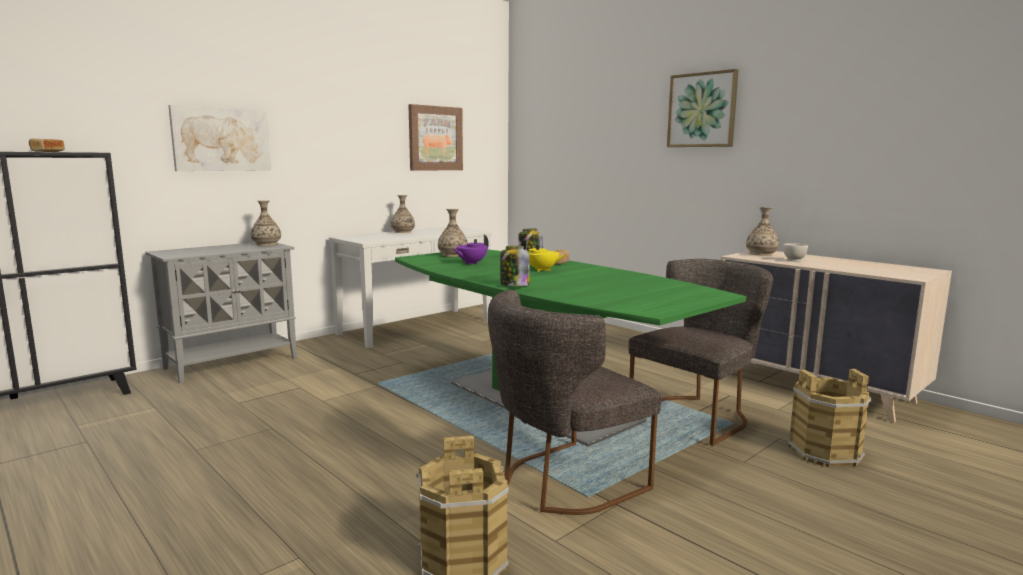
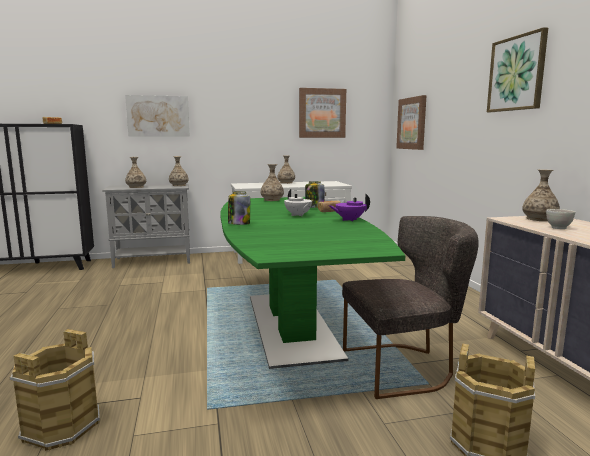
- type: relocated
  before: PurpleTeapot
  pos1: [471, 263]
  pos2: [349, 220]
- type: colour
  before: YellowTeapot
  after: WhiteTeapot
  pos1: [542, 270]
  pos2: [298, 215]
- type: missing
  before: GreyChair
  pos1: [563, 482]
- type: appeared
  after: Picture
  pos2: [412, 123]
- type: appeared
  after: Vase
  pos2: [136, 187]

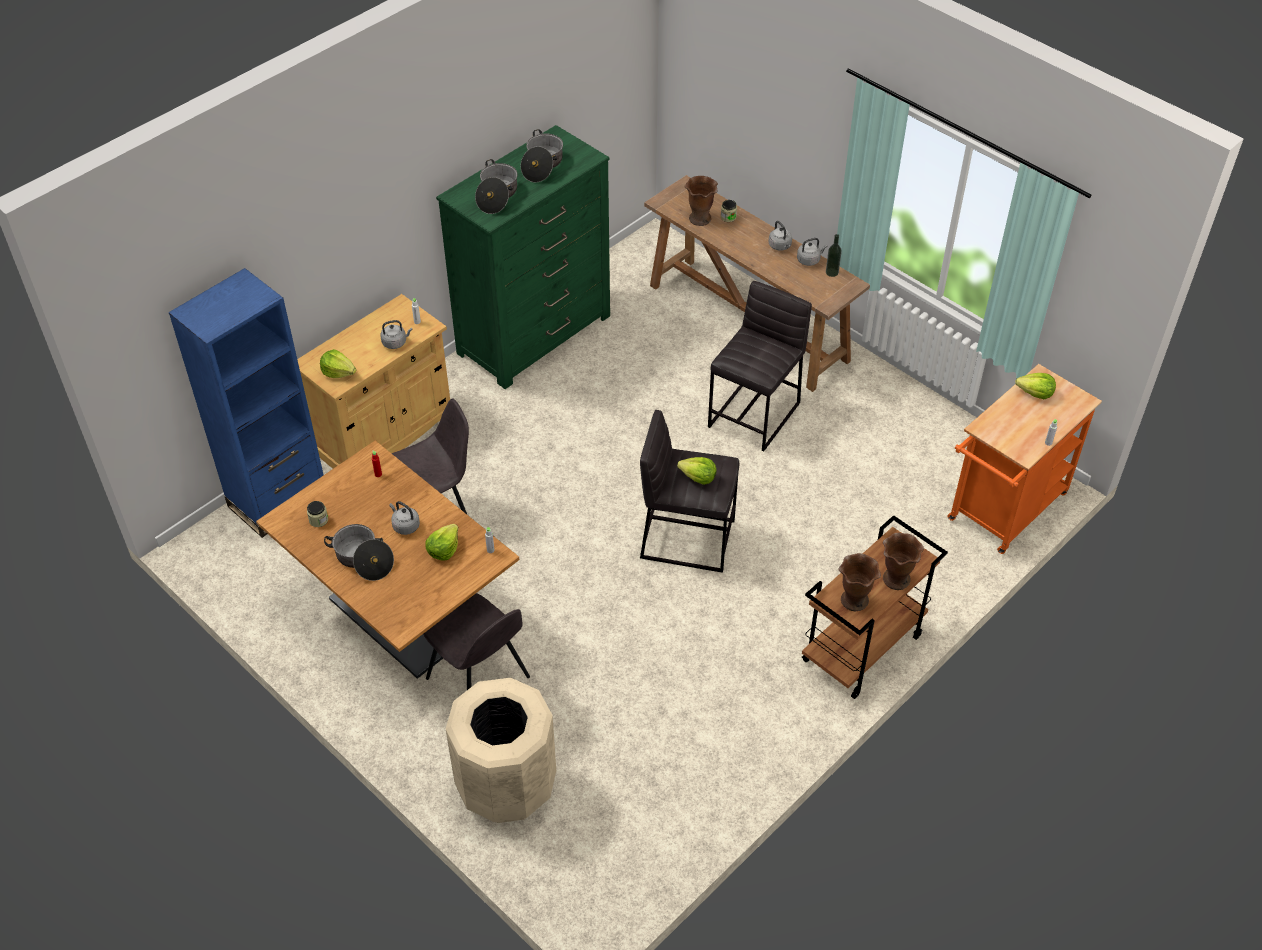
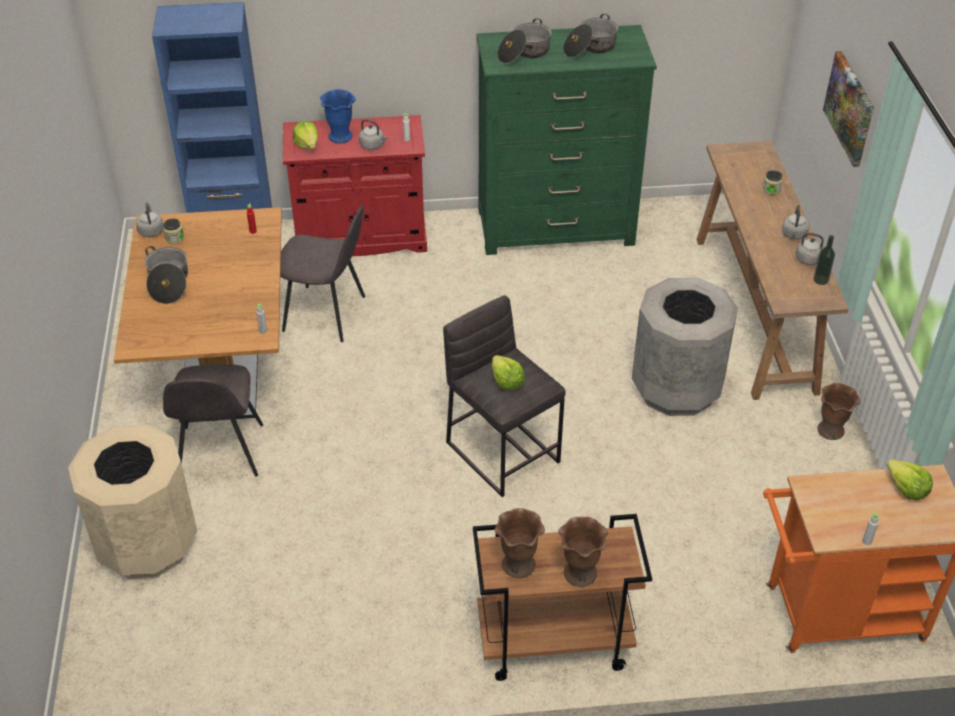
- type: relocated
  before: BrownVase
  pos1: [700, 218]
  pos2: [831, 430]
- type: exchanged
  before: GreyStool
  after: GreyTrashCan
  pos1: [755, 414]
  pos2: [677, 389]
- type: colour
  before: BeigeCabinet
  after: RedCabinet
  pos1: [384, 432]
  pos2: [361, 237]
- type: relocated
  before: GreyKettle
  pos1: [405, 526]
  pos2: [151, 230]
- type: missing
  before: Lettuce
  pos1: [443, 549]
- type: appeared
  after: Picture
  pos2: [850, 108]
- type: appeared
  after: BlueVase
  pos2: [340, 137]

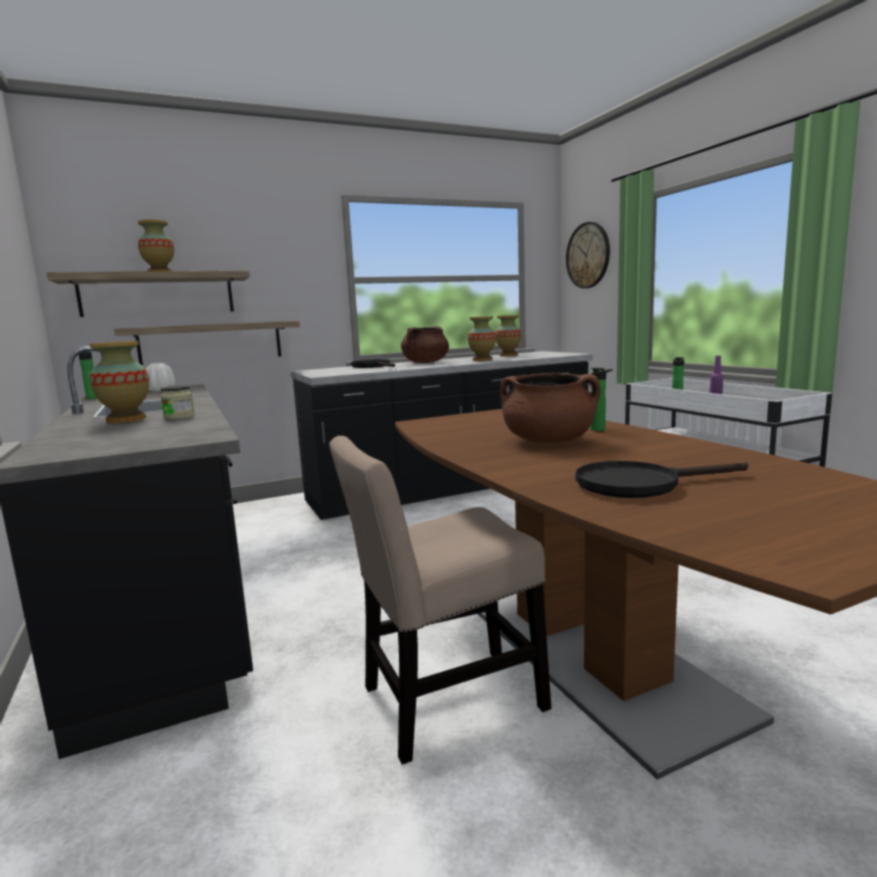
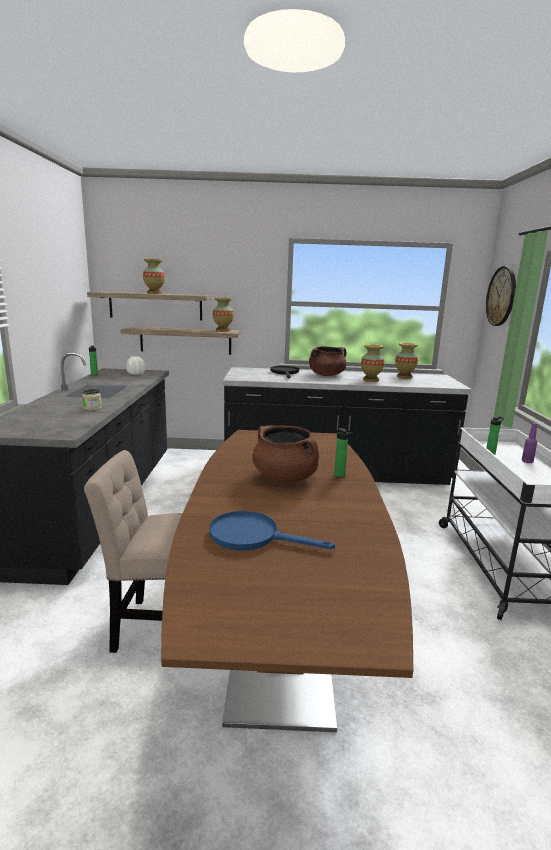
- type: relocated
  before: Vase
  pos1: [126, 420]
  pos2: [223, 330]
- type: colour
  before: BlackFryingPan
  after: BlueFryingPan
  pos1: [639, 484]
  pos2: [253, 536]

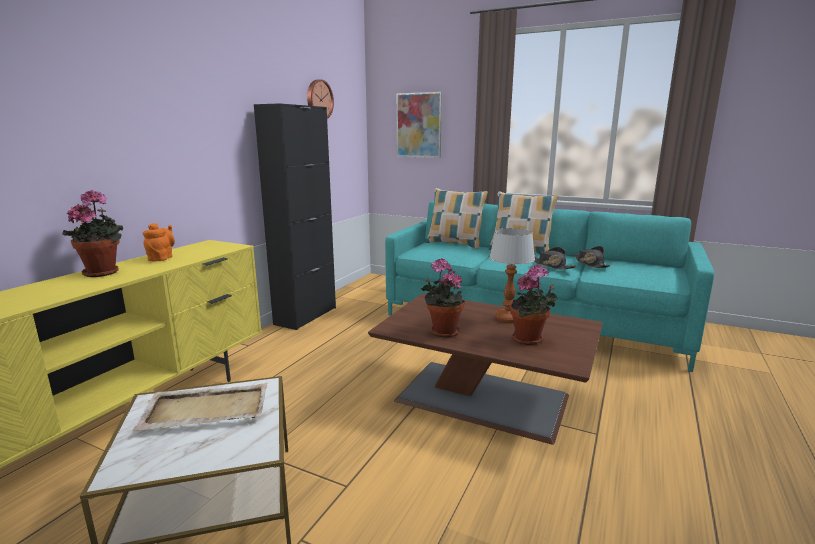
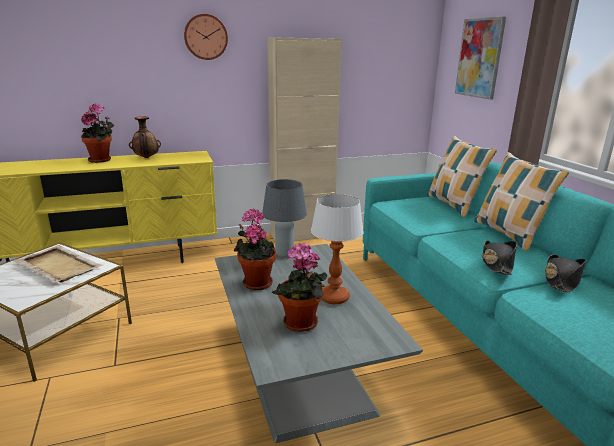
- type: relocated
  before: WallClock
  pos1: [318, 100]
  pos2: [205, 37]
- type: colour
  before: BlackCabinet
  after: BeigeCabinet
  pos1: [305, 316]
  pos2: [302, 235]
- type: exchanged
  before: OrangeTeapot
  after: Vase
  pos1: [162, 258]
  pos2: [146, 158]
- type: colour
  before: BrownCoffeeTable
  after: GreyCoffeeTable
  pos1: [485, 398]
  pos2: [301, 369]
- type: appeared
  after: GreyTableLamp
  pos2: [285, 254]

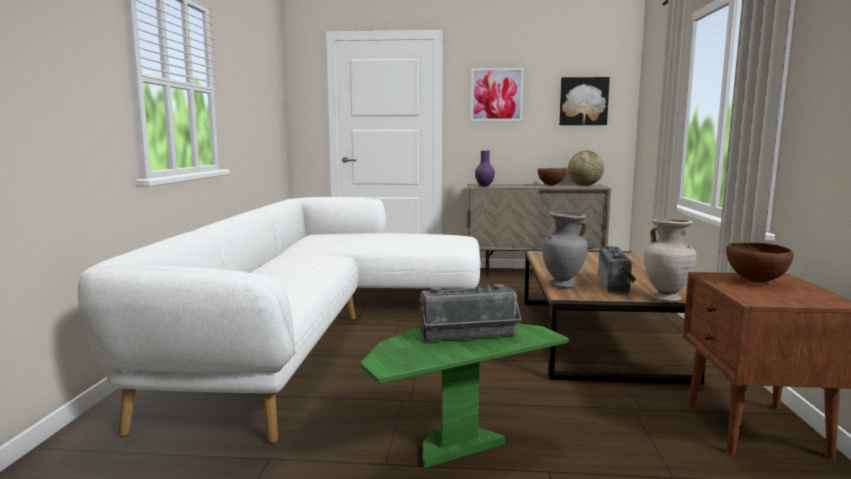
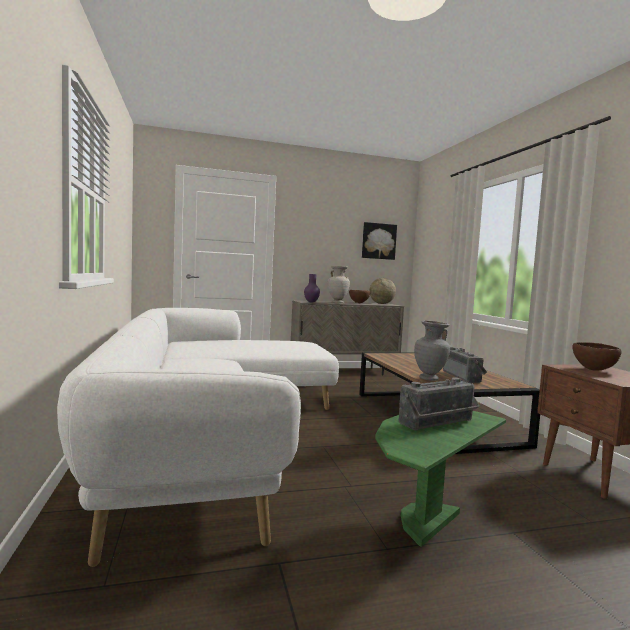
- type: missing
  before: Picture
  pos1: [496, 95]
- type: relocated
  before: BeigeVase
  pos1: [666, 299]
  pos2: [337, 303]

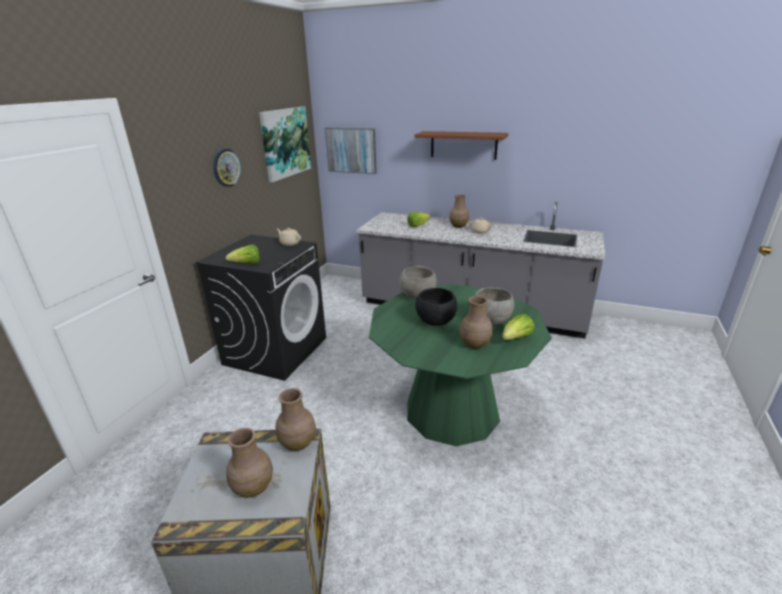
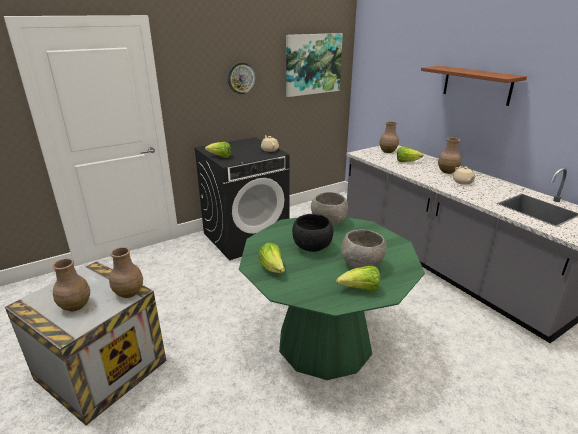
- type: missing
  before: Picture
  pos1: [351, 150]
- type: relocated
  before: BrownVase
  pos1: [474, 344]
  pos2: [387, 151]
- type: appeared
  after: Lettuce
  pos2: [273, 268]

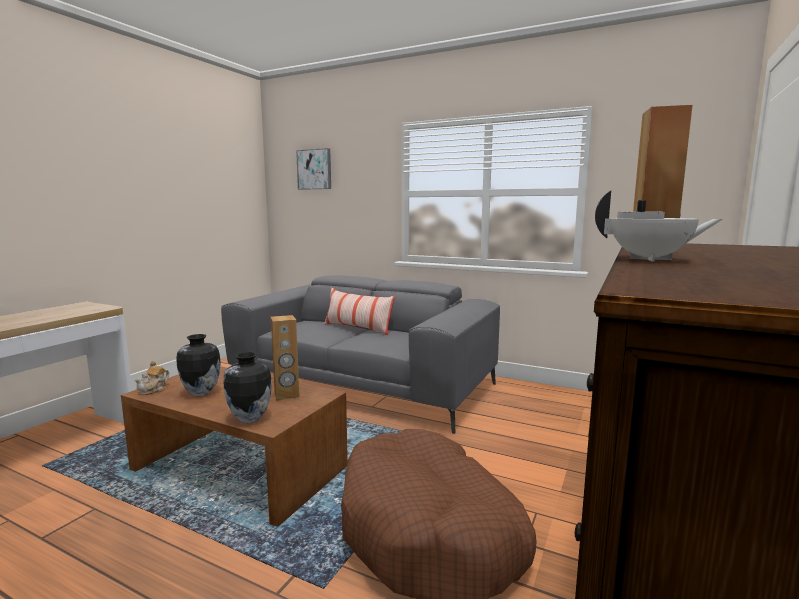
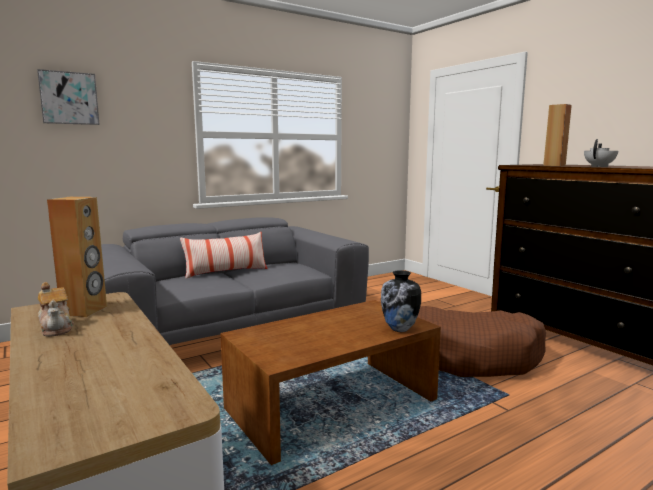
- type: relocated
  before: BrownSpeaker
  pos1: [287, 395]
  pos2: [84, 311]
- type: missing
  before: Vase
  pos1: [200, 393]
- type: relocated
  before: Teapot
  pos1: [154, 390]
  pos2: [57, 328]

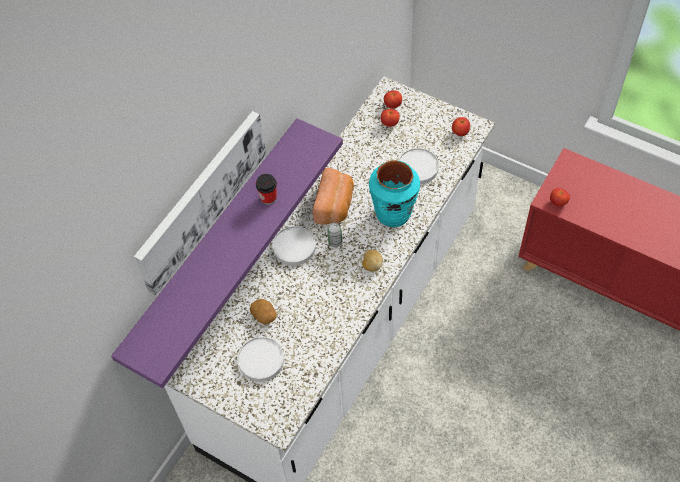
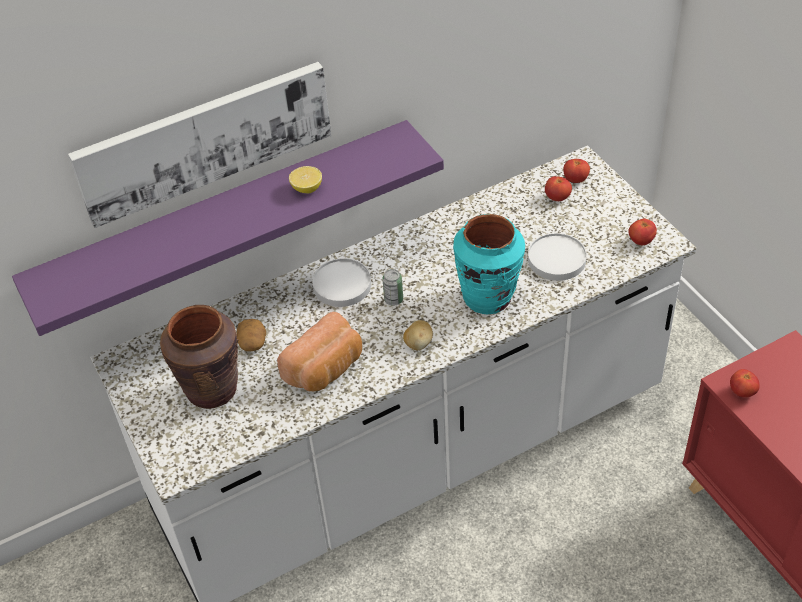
- type: relocated
  before: Bread
  pos1: [335, 205]
  pos2: [326, 369]
- type: exchanged
  before: Cup
  after: Lemon
  pos1: [268, 198]
  pos2: [307, 188]
- type: exchanged
  before: WhitePlate
  after: BrownVase
  pos1: [261, 360]
  pos2: [212, 389]

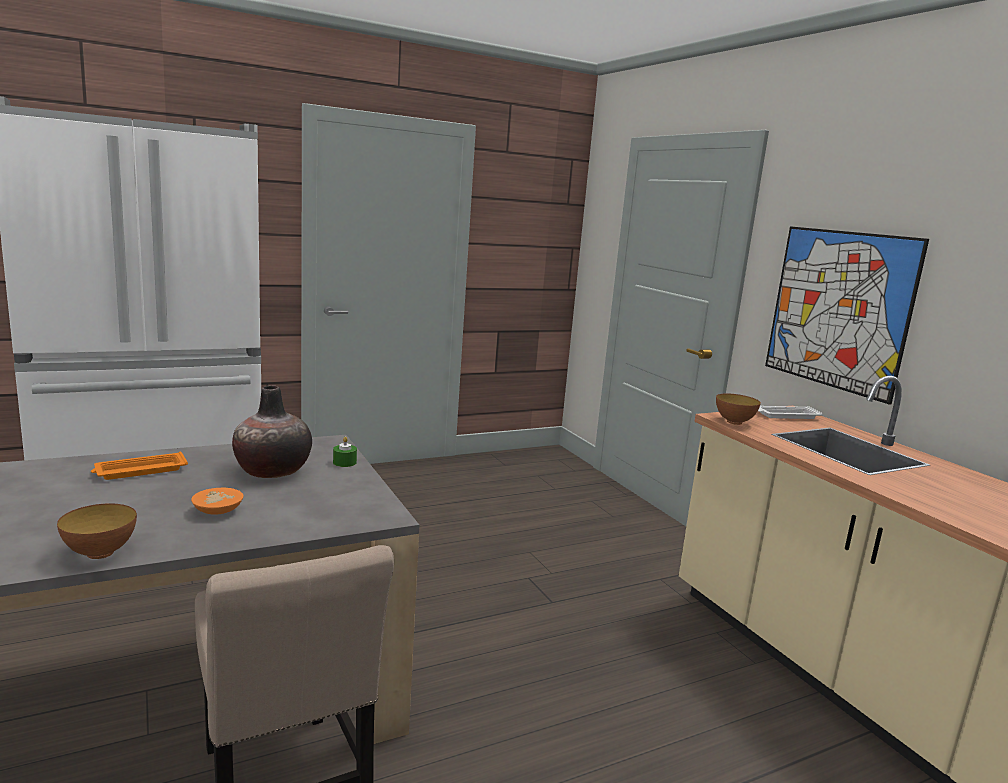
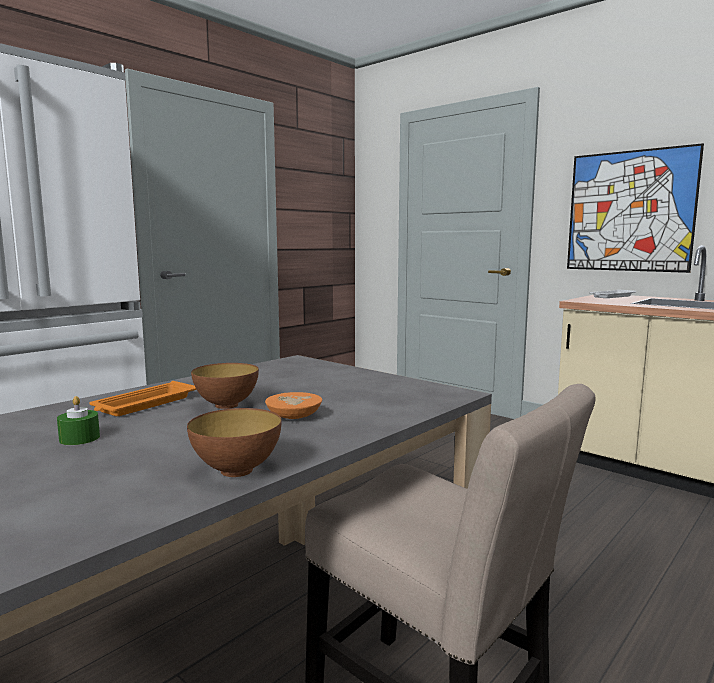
- type: missing
  before: Vase
  pos1: [272, 470]
- type: relocated
  before: Bowl
  pos1: [734, 422]
  pos2: [226, 405]
- type: relocated
  before: GreenCandle
  pos1: [344, 462]
  pos2: [79, 438]

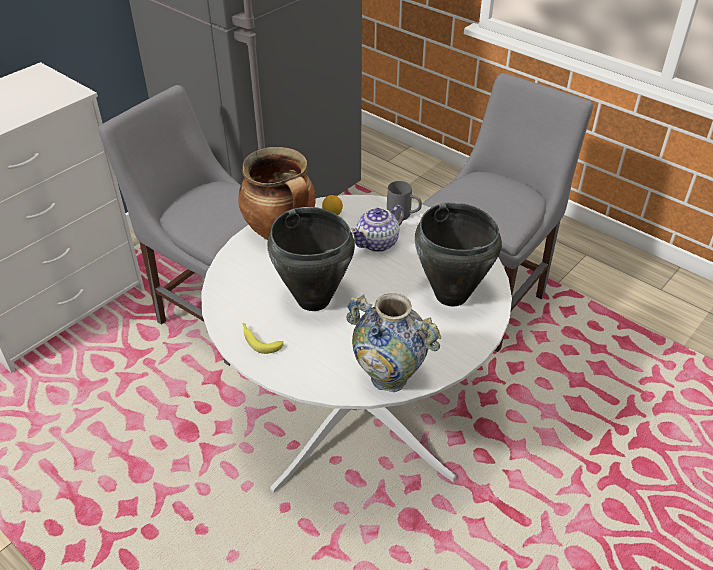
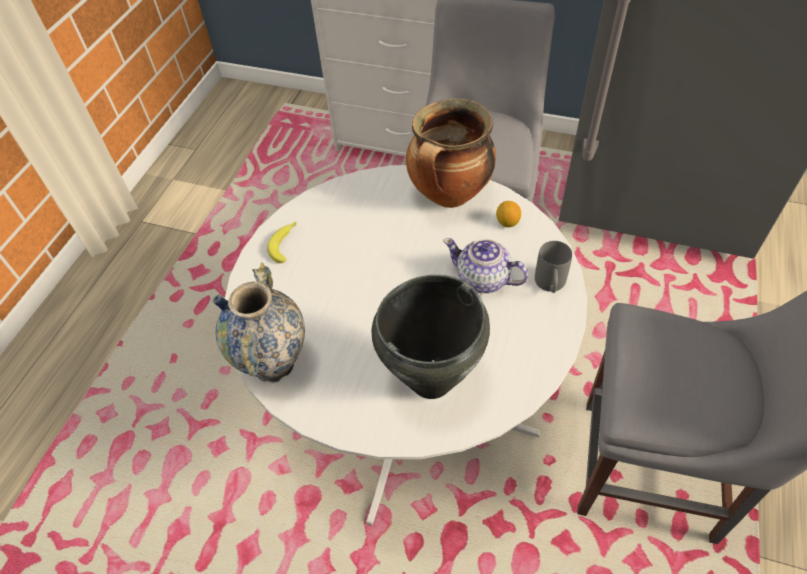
- type: missing
  before: BlackCookingPot
  pos1: [313, 300]

